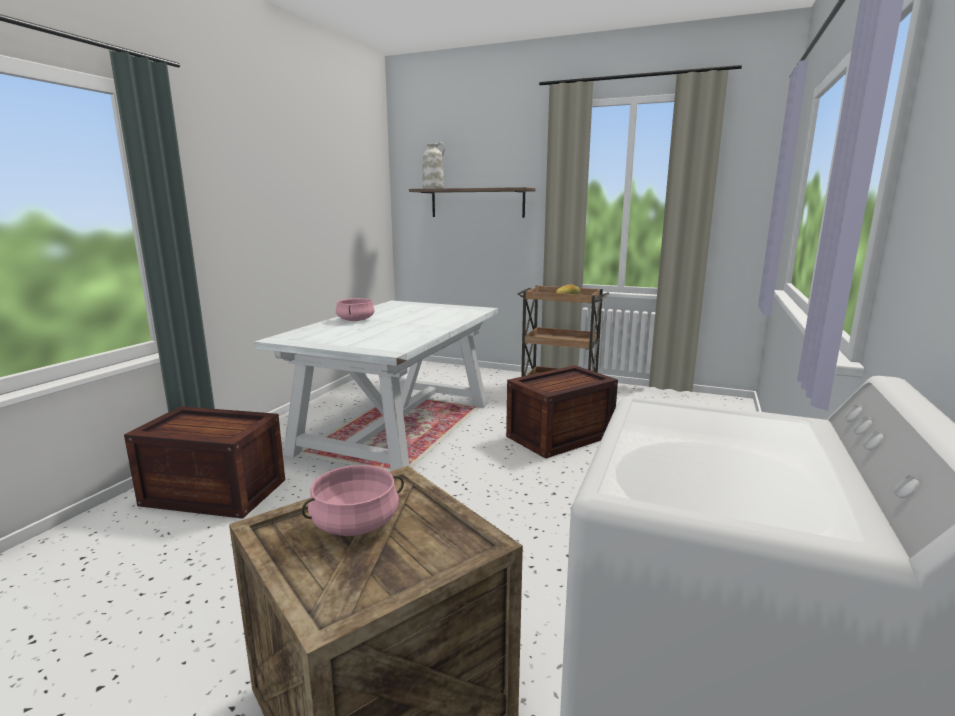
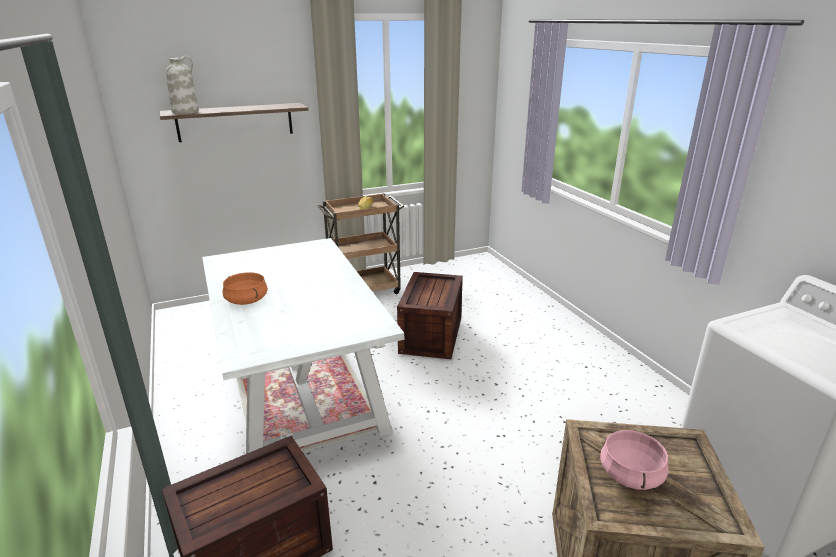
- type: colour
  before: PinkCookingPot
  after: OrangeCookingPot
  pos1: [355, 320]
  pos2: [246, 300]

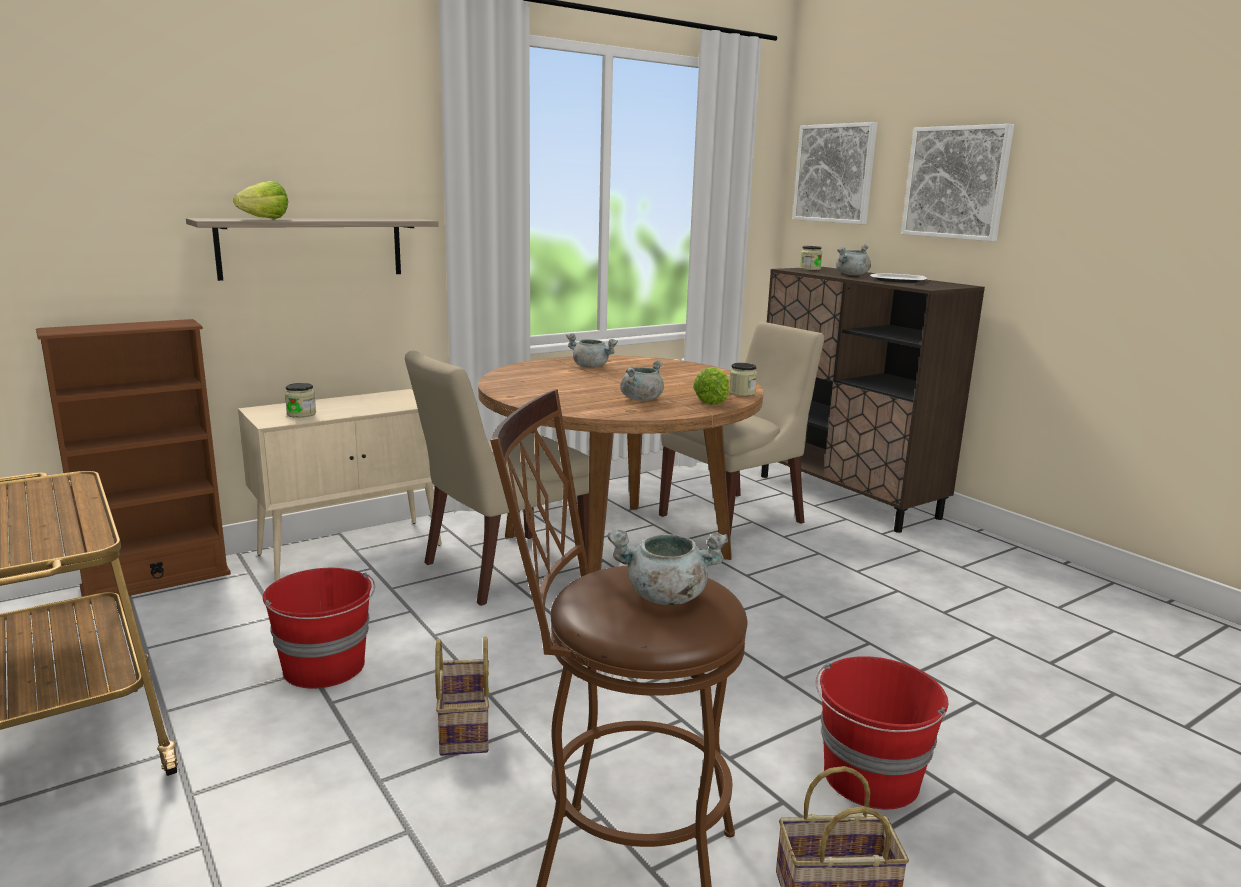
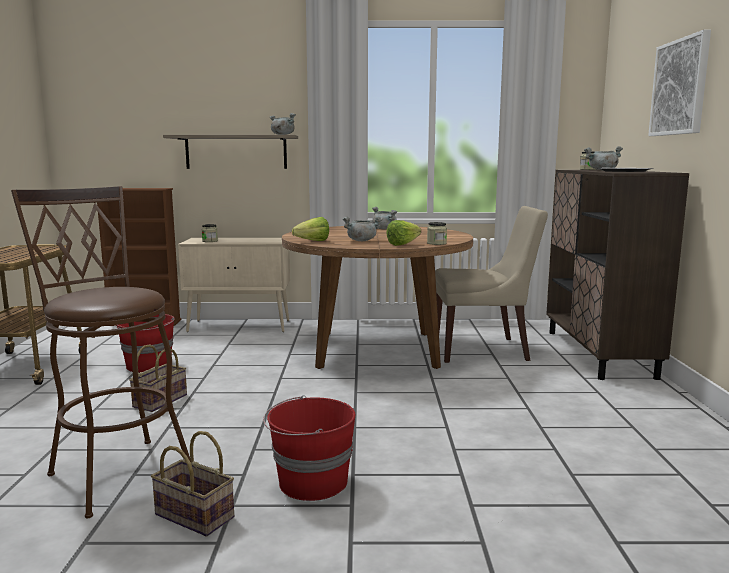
- type: missing
  before: Picture
  pos1: [834, 173]
- type: relocated
  before: Lettuce
  pos1: [259, 219]
  pos2: [309, 242]
- type: missing
  before: BeigeChair
  pos1: [501, 569]
- type: relocated
  before: GreyCookingPot
  pos1: [665, 596]
  pos2: [282, 135]

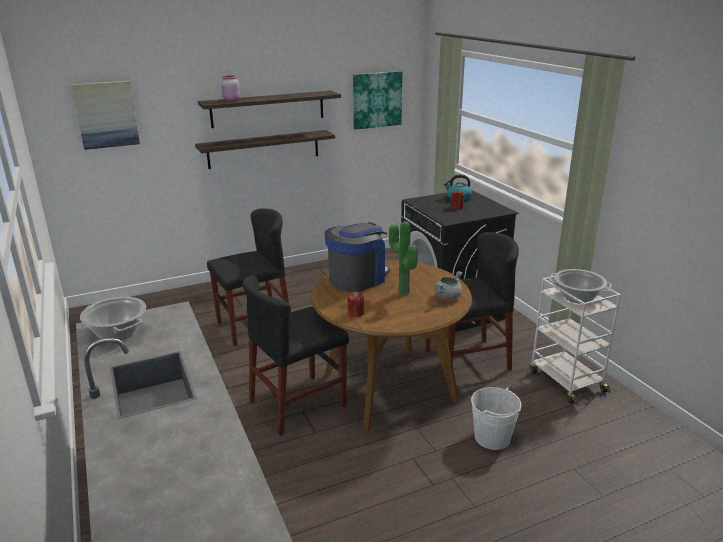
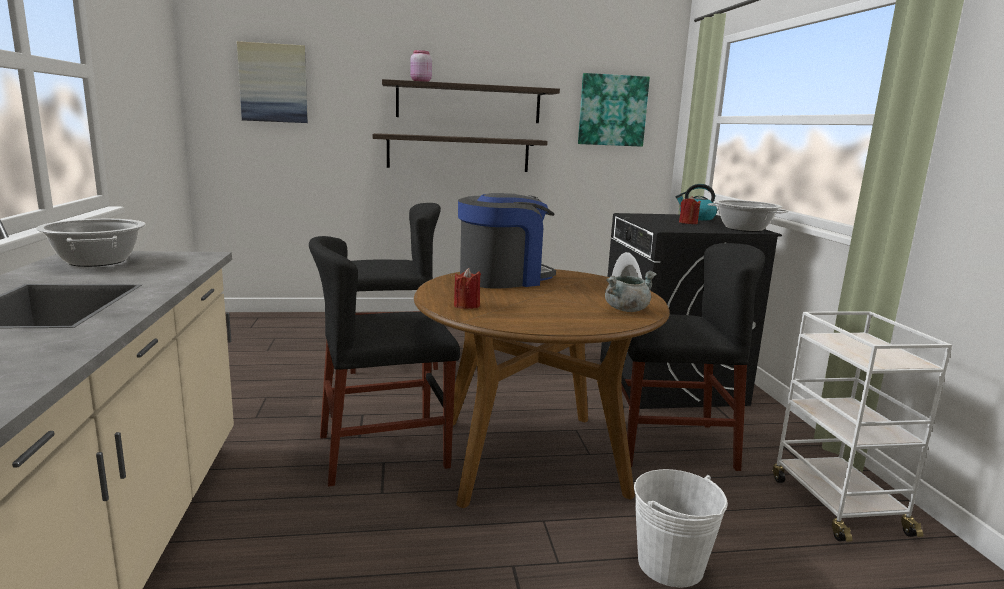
- type: missing
  before: PottedPlant
  pos1: [402, 293]
- type: relocated
  before: CookingPot
  pos1: [577, 297]
  pos2: [743, 229]

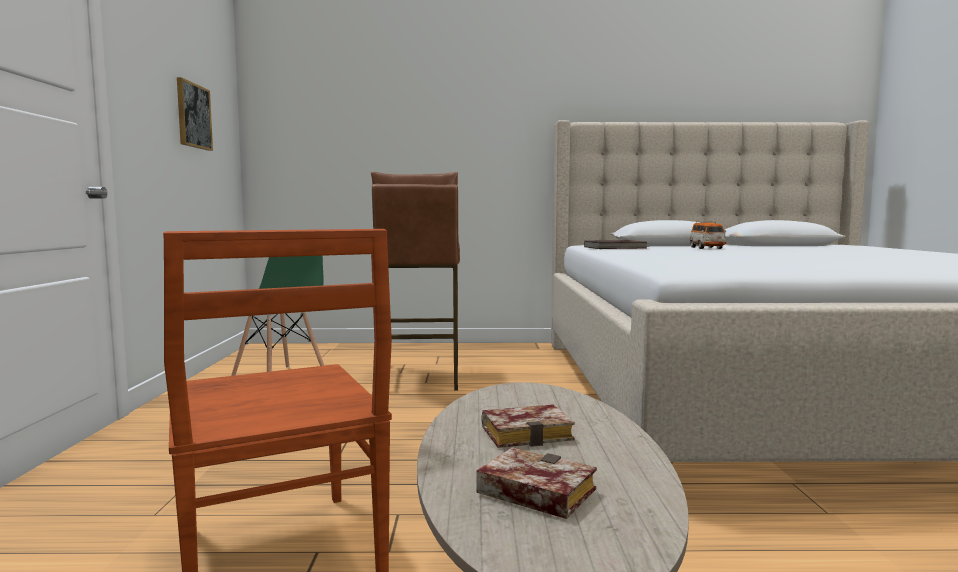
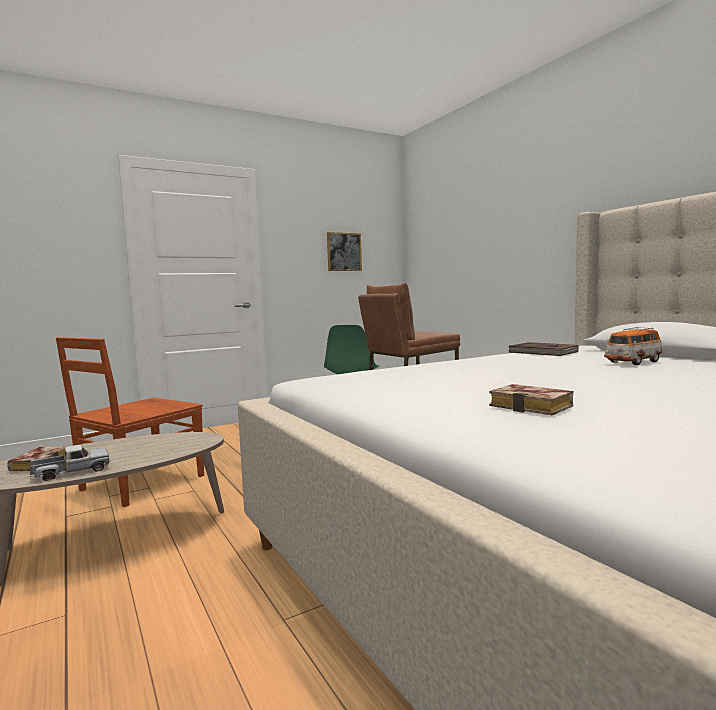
- type: relocated
  before: Book
  pos1: [529, 433]
  pos2: [534, 407]
- type: appeared
  after: ToyTruck
  pos2: [71, 472]

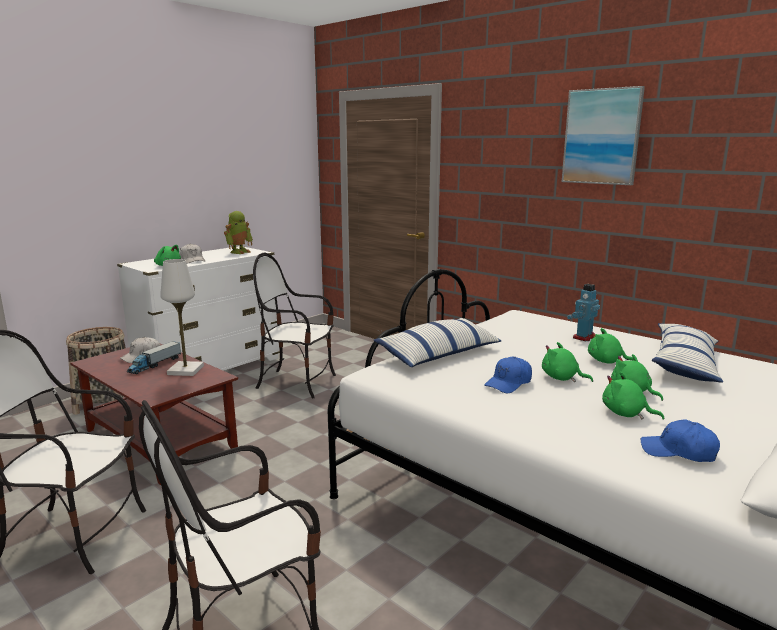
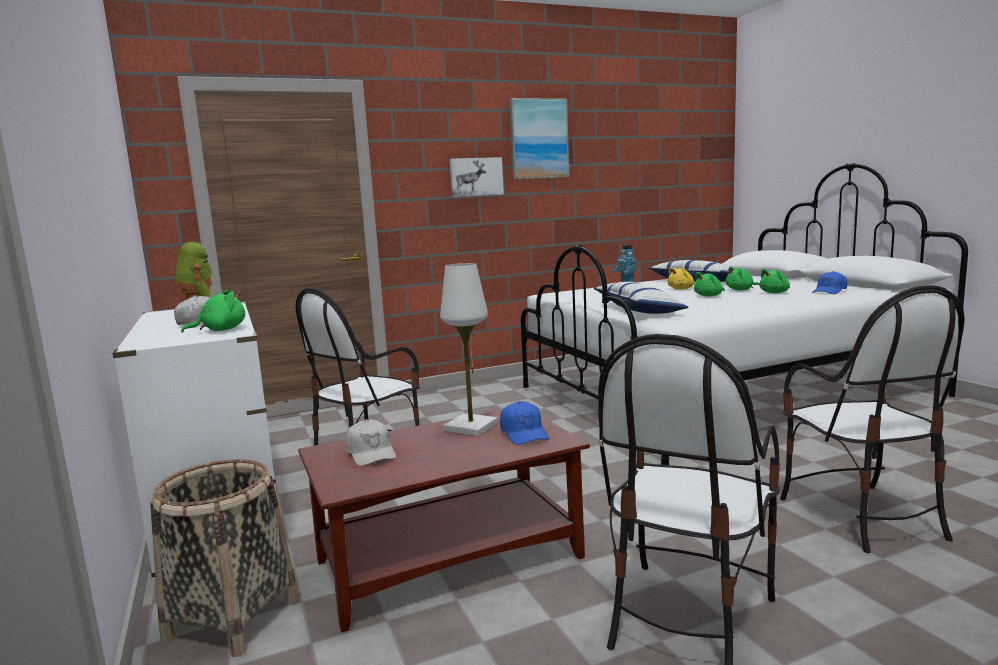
- type: colour
  before: GreenPlushToy
  after: YellowPlushToy
  pos1: [607, 361]
  pos2: [682, 289]
- type: missing
  before: ToyTruck
  pos1: [155, 365]
- type: relocated
  before: BlueCap
  pos1: [509, 383]
  pos2: [524, 433]
- type: appeared
  after: Picture
  pos2: [476, 177]

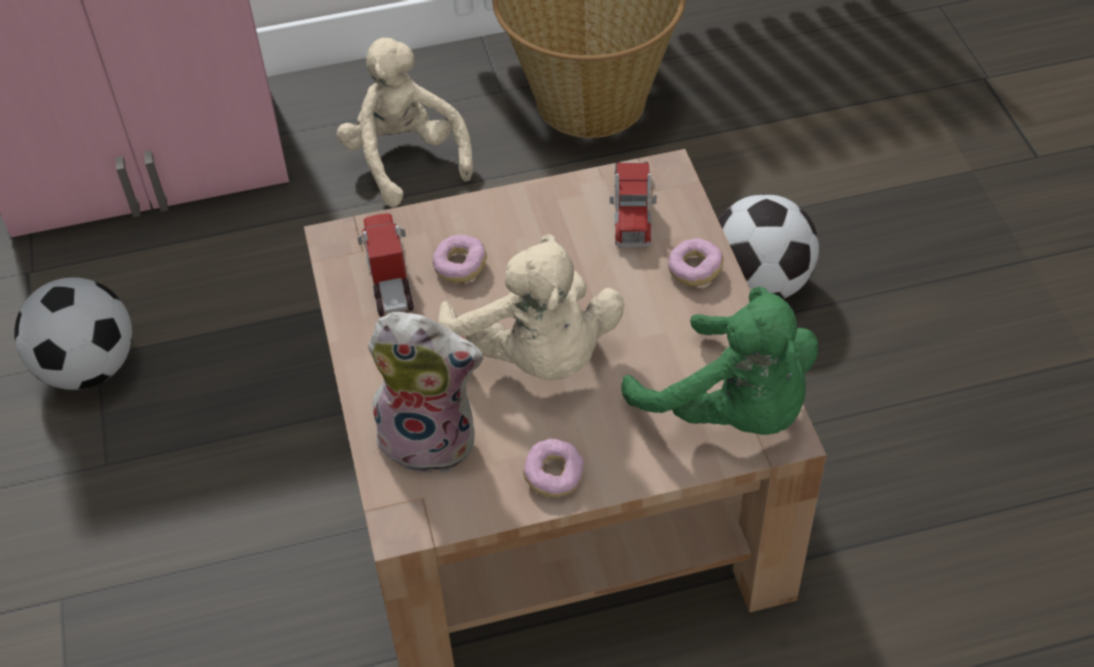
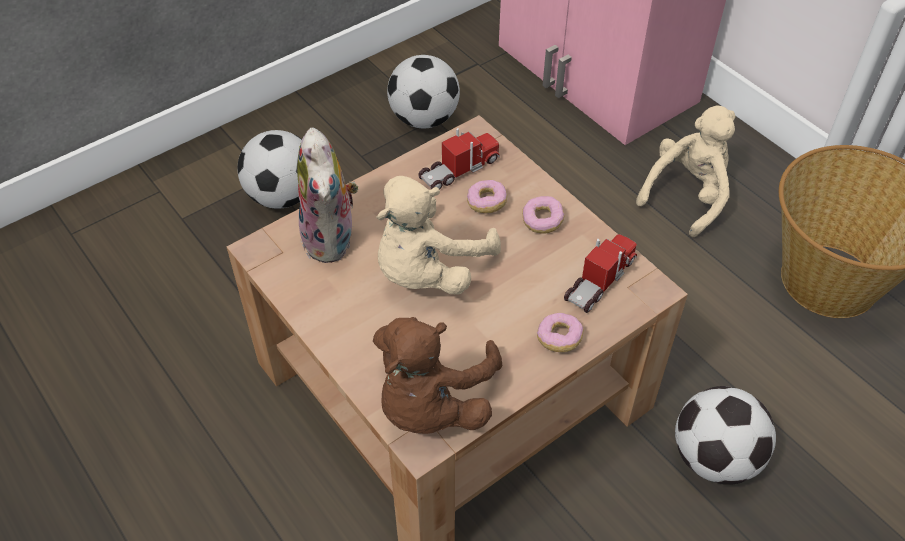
- type: spun
  before: ToyTruck
  pos1: [632, 209]
  pos2: [600, 280]
  turn: 150
- type: colour
  before: GreenPlushToy
  after: BrownPlushToy
  pos1: [731, 410]
  pos2: [431, 402]
- type: relocated
  before: Donut
  pos1: [554, 476]
  pos2: [542, 221]
- type: appeared
  after: Football
  pos2: [282, 196]

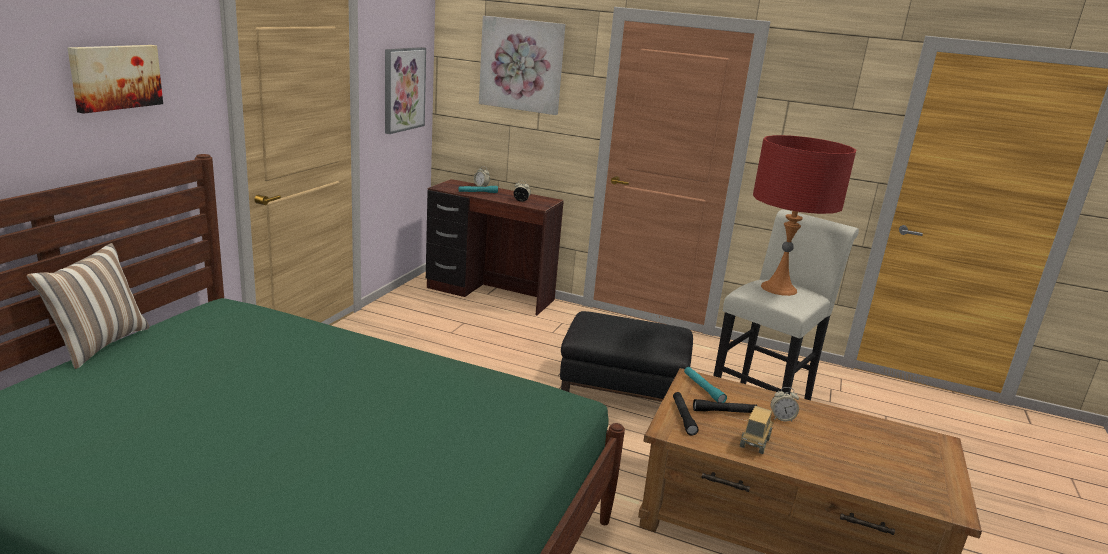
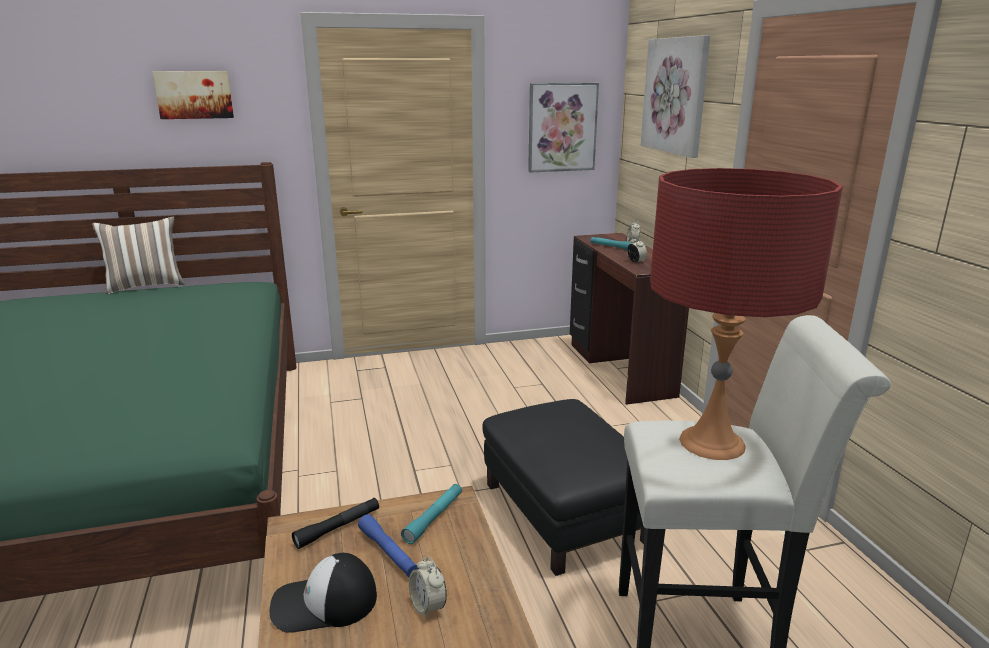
- type: colour
  before: BlackFlashlight
  after: BlueFlashlight
  pos1: [724, 412]
  pos2: [388, 552]
- type: exchanged
  before: ToyTruck
  after: Cap
  pos1: [754, 443]
  pos2: [323, 603]

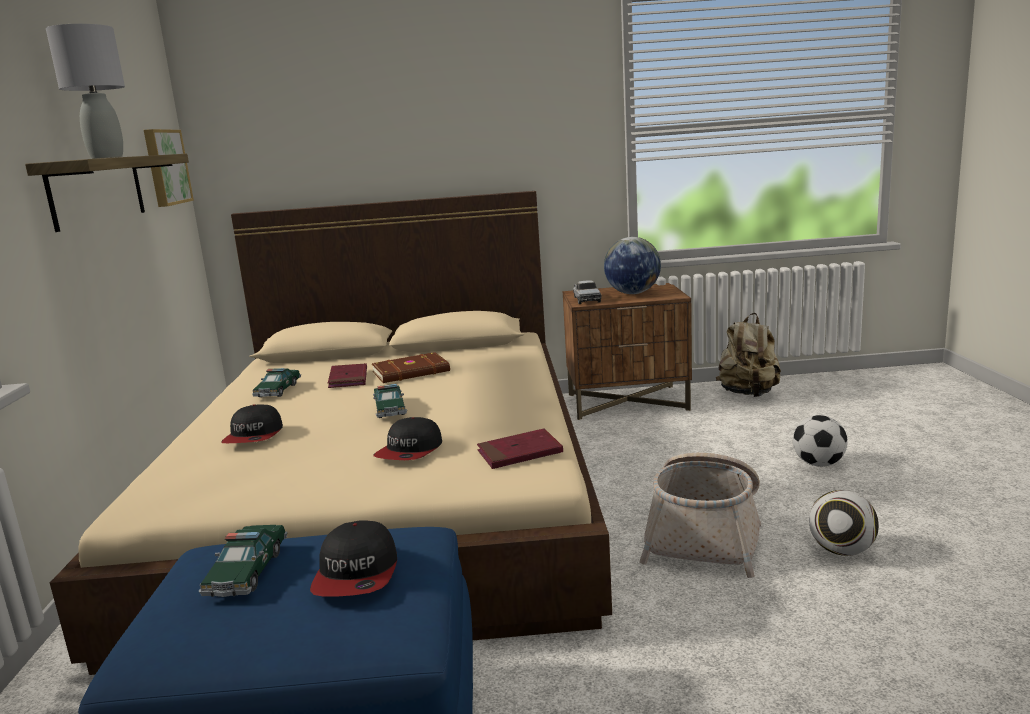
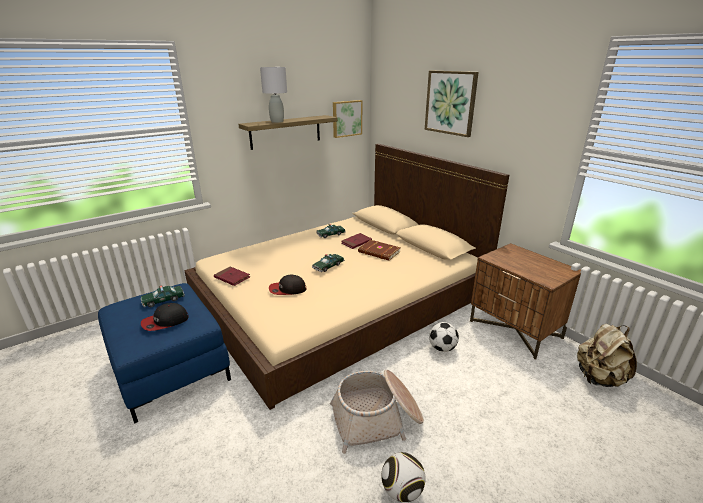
- type: missing
  before: Globe
  pos1: [632, 293]
- type: missing
  before: ToyTruck
  pos1: [586, 299]
- type: missing
  before: Cap
  pos1: [254, 436]
- type: relocated
  before: Football
  pos1: [818, 464]
  pos2: [442, 348]
- type: relocated
  before: RedBook
  pos1: [519, 453]
  pos2: [232, 277]
- type: appeared
  after: Picture
  pos2: [450, 102]

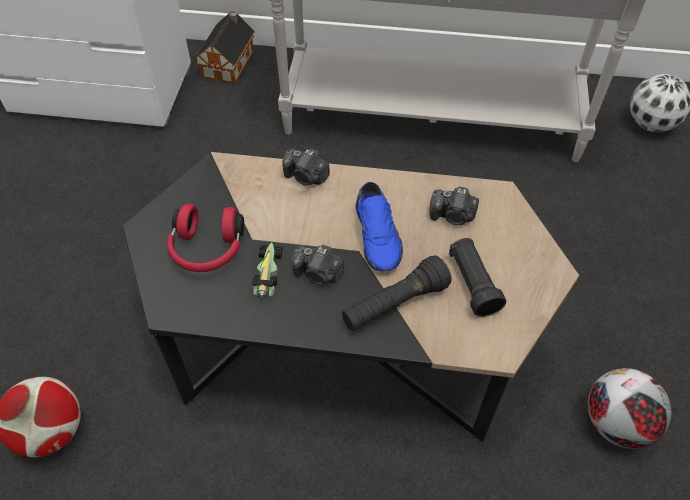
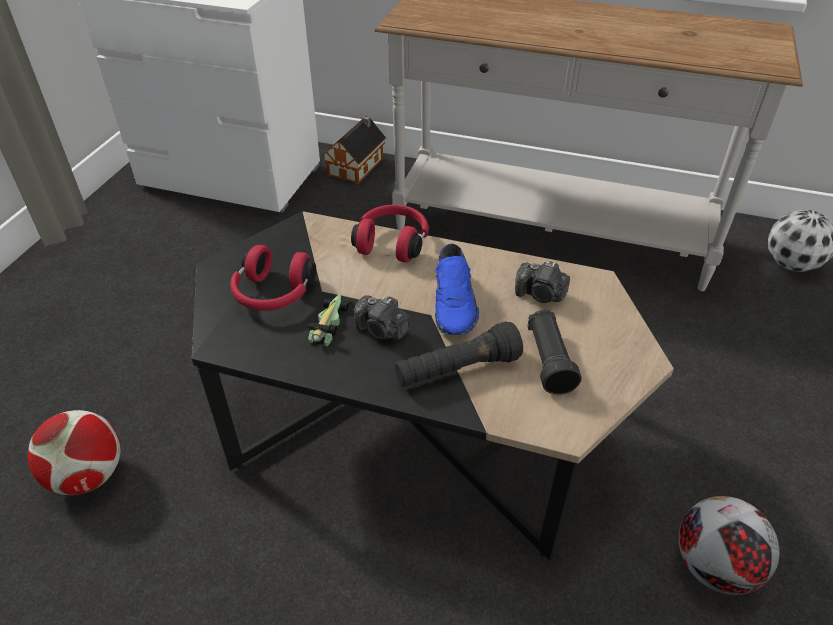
- type: exchanged
  before: PhotoCamera
  after: RedHeadphones
  pos1: [306, 177]
  pos2: [392, 243]

